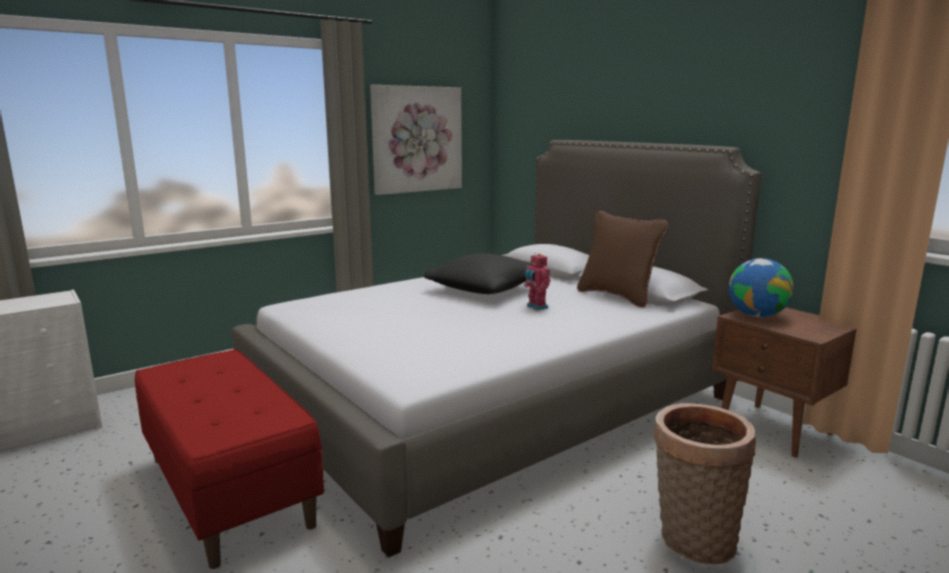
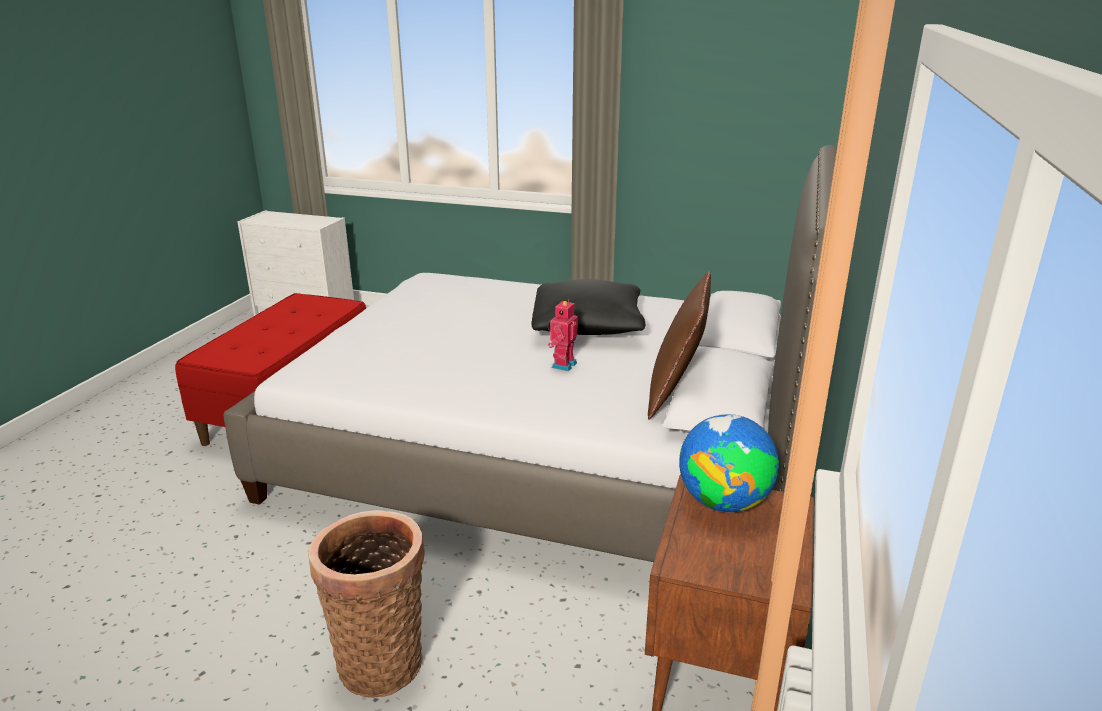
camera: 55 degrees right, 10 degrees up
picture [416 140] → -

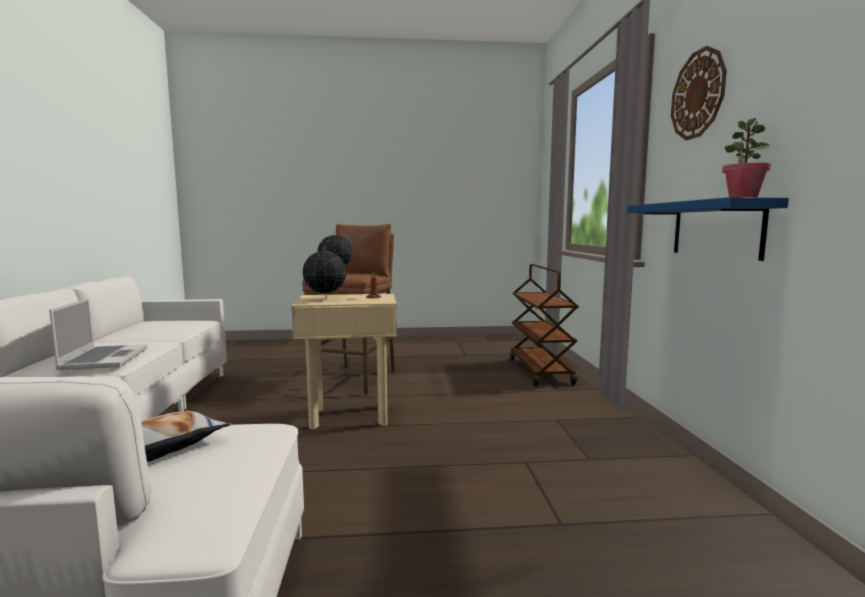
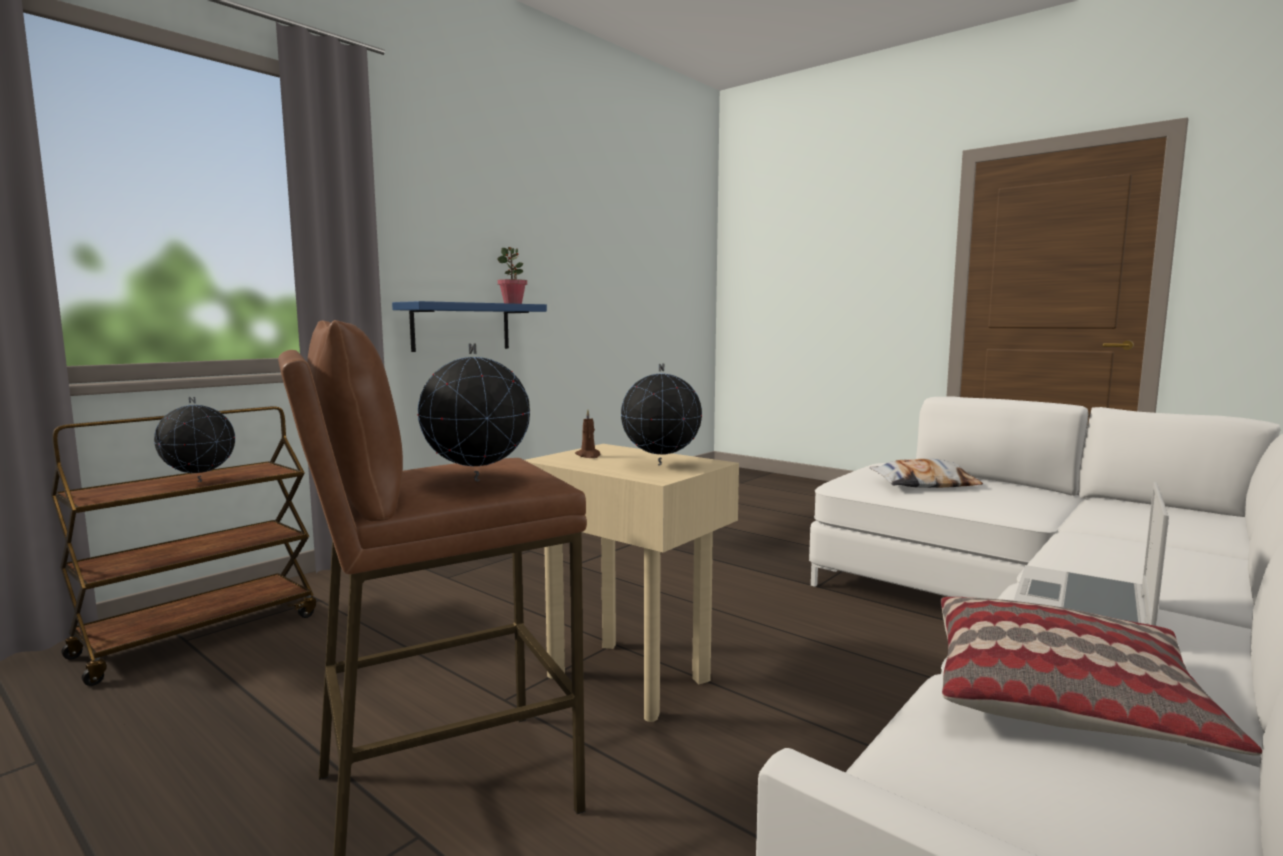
camera: 135 degrees left, 0 degrees up
wall_clock [699 93] → -
- → globe [194 439]
- → pillow [1101 676]

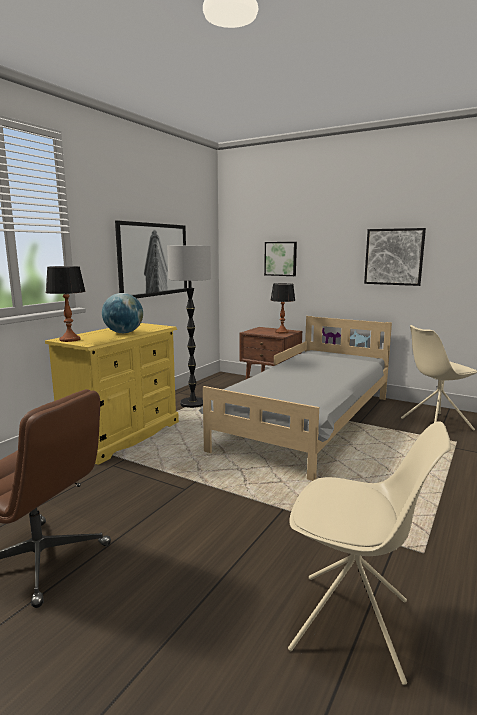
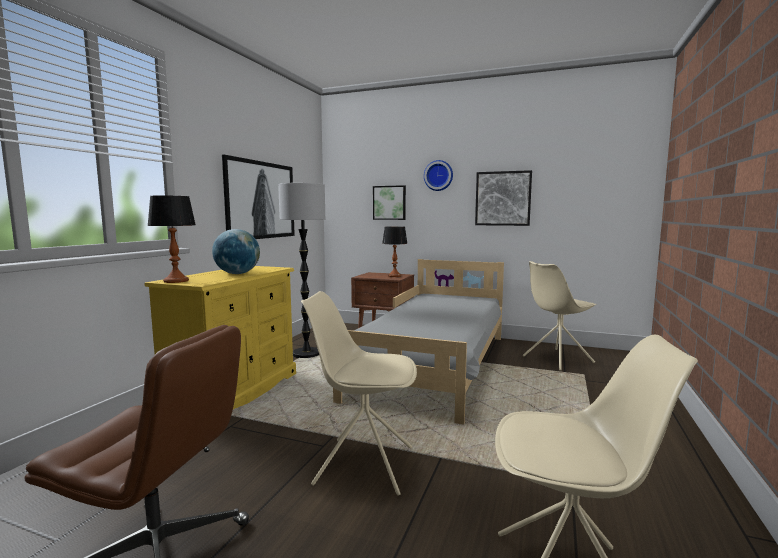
camera: 10 degrees left, 5 degrees down
- → beige_chair [359 393]
- → wall_clock [438 175]

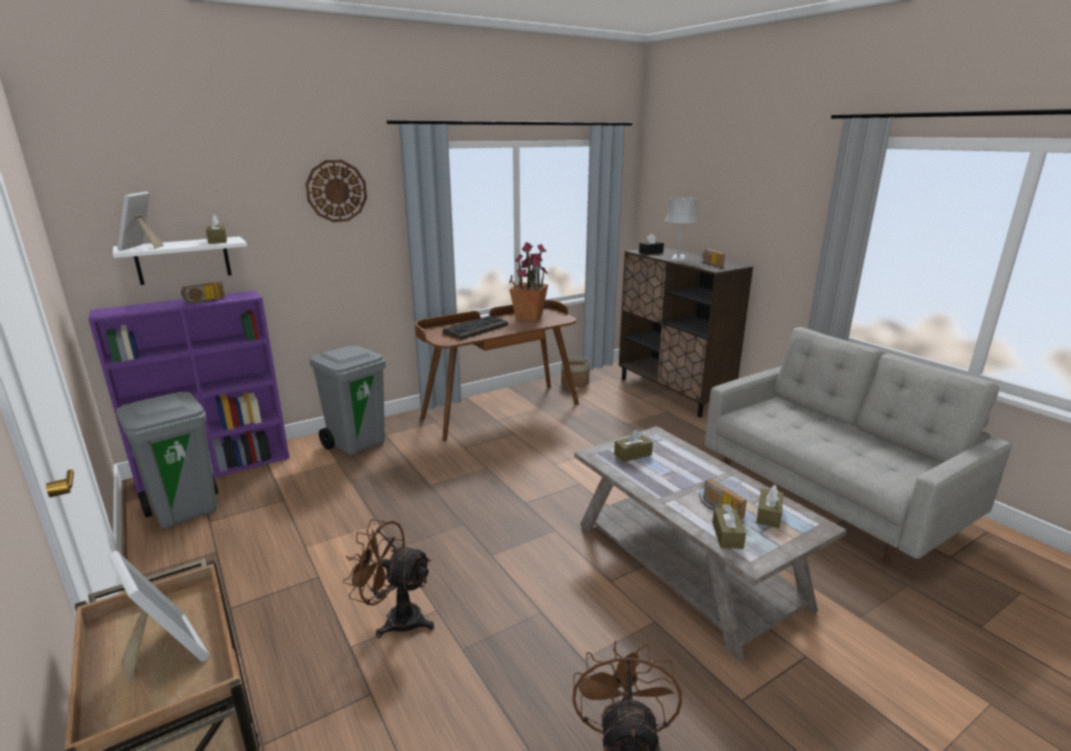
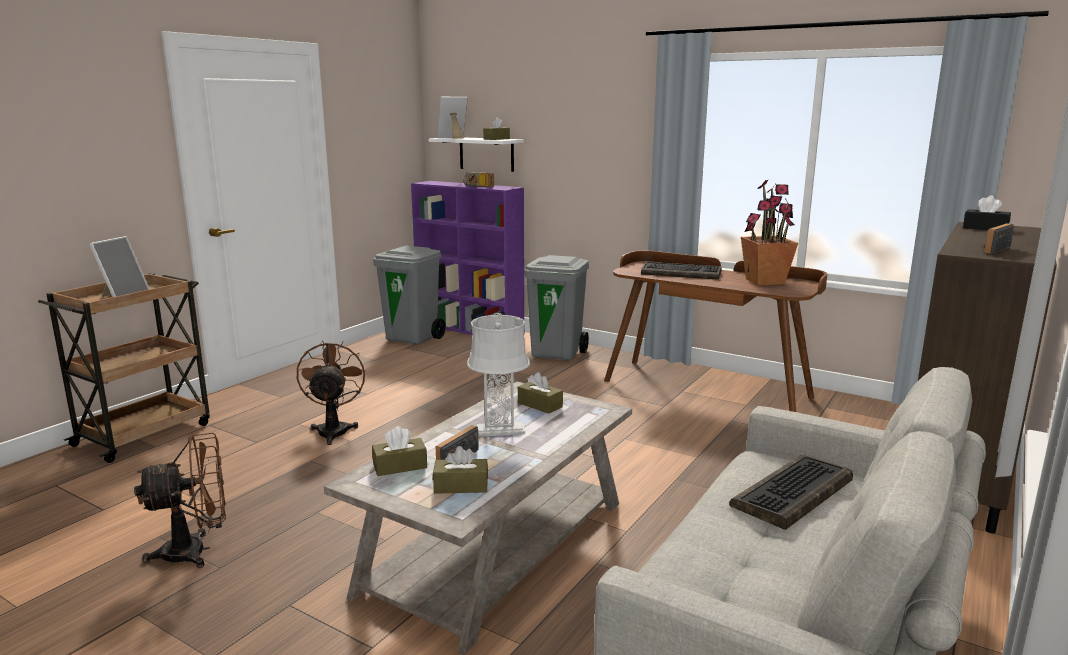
camera: 65 degrees right, 5 degrees down
wall_clock [336 191] → -
planter [575 372] → -
- → keyboard [791 492]
grey_table_lamp [682 229] → grey_table_lamp [498 375], relocated

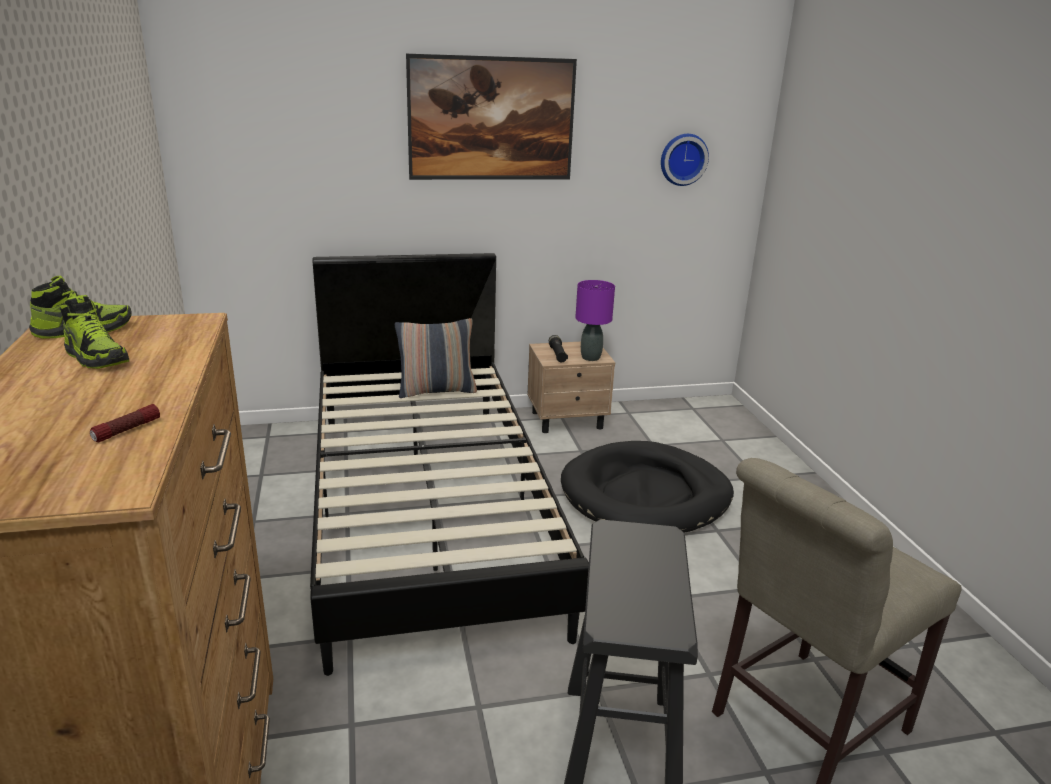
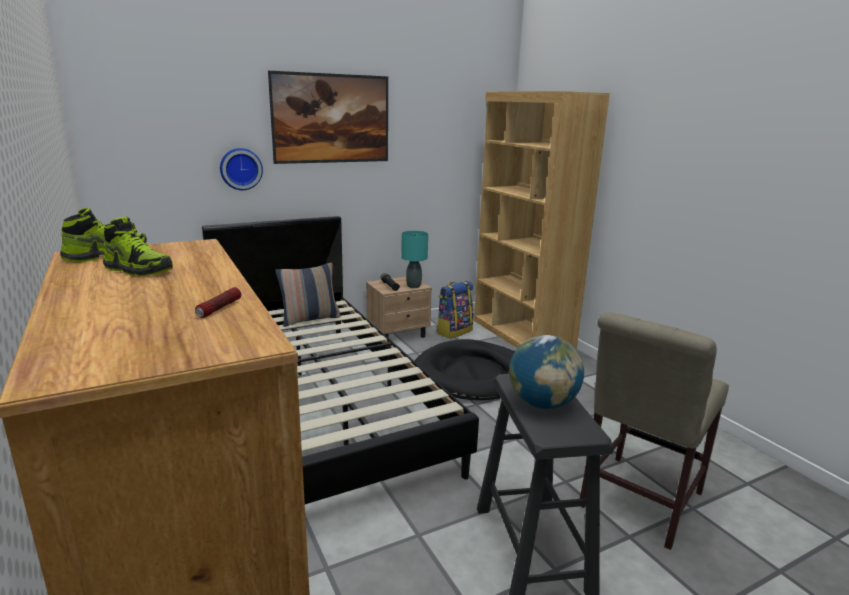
camera: 15 degrees left, 5 degrees down
- → backpack [455 310]
- → brown_bookcase [542 220]
- → globe [546 372]
wall_clock [685 160] → wall_clock [241 169], relocated
purple_table_lamp [595 320] → turquoise_table_lamp [414 259]

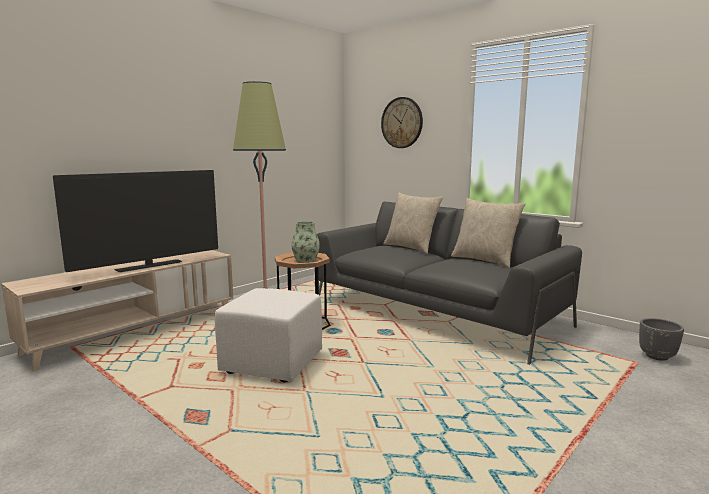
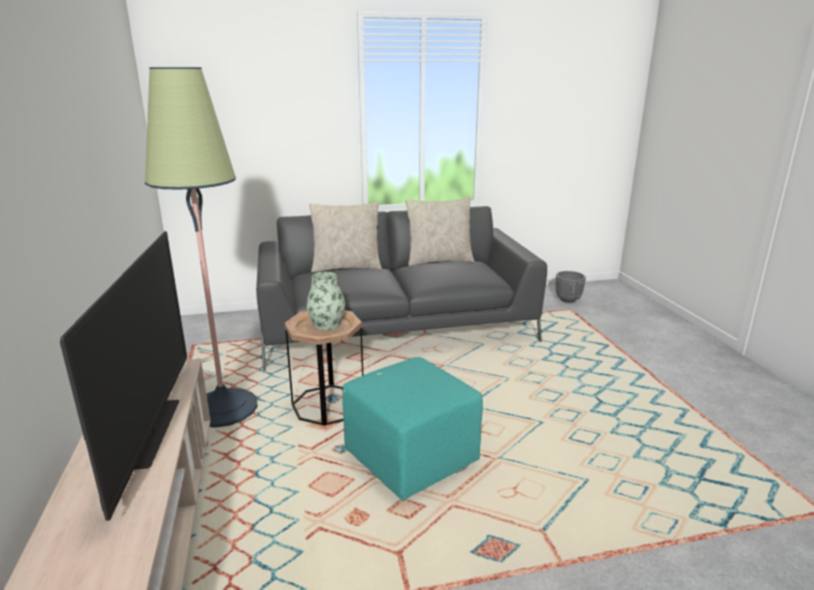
camera: 55 degrees left, 10 degrees up
wall_clock [402 122] → -
white_ottoman [268 335] → turquoise_ottoman [412 429]

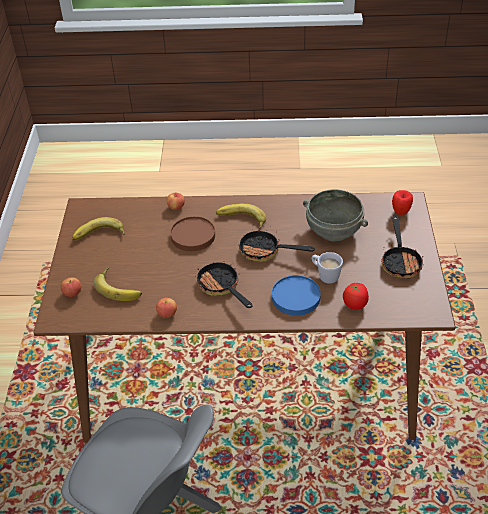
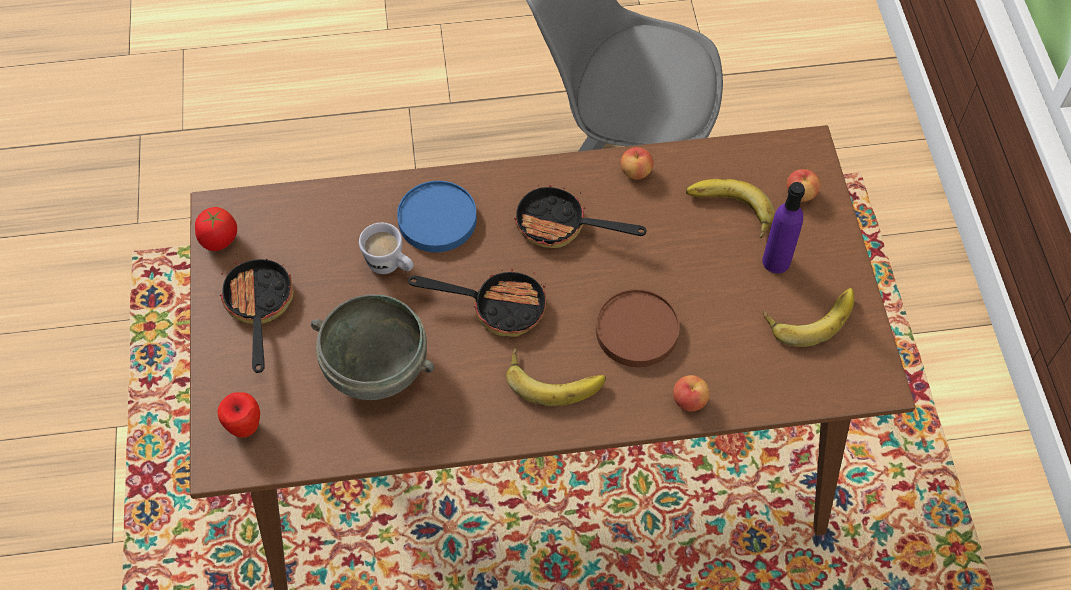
camera: 170 degrees right, 15 degrees up
- → purple_bottle [783 227]
tomato [356 296] → tomato [216 229], relocated
frying_pan [224 284] → frying_pan [580 216], 150 degrees clockwise

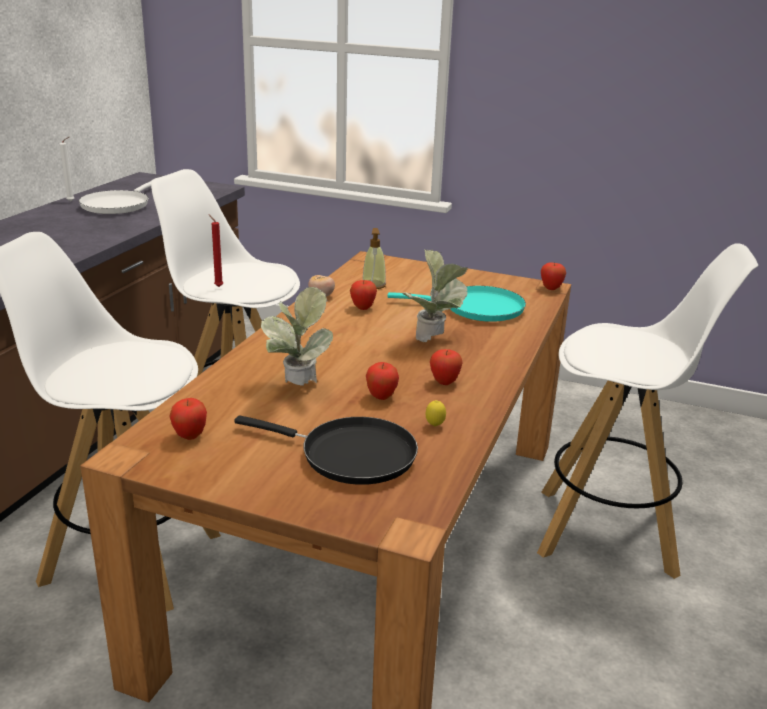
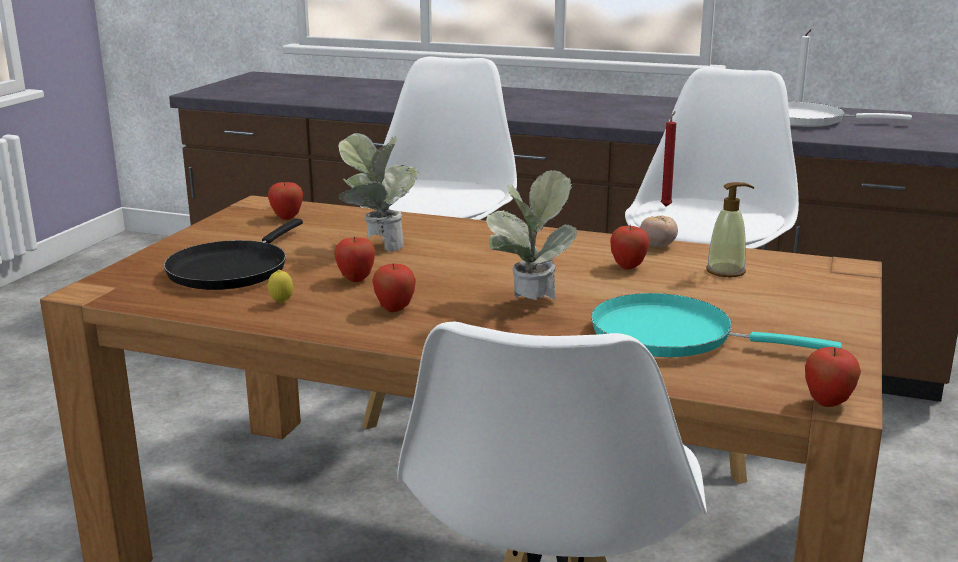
camera: 90 degrees right, 5 degrees down
turquoise_frying_pan [456 304] → turquoise_frying_pan [716 325], 105 degrees clockwise

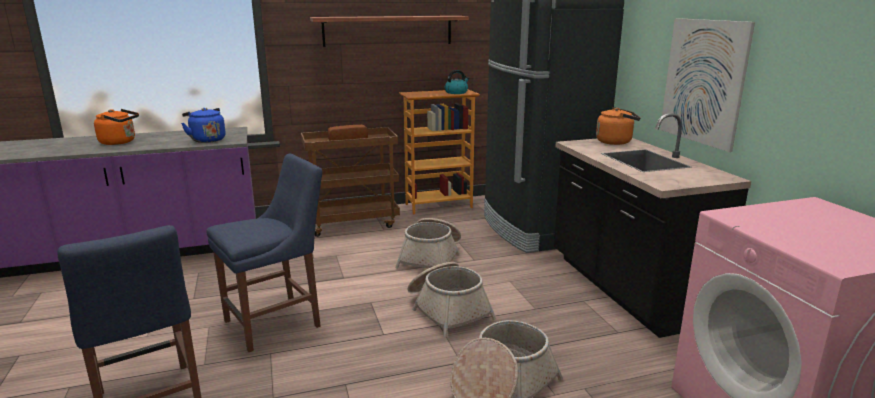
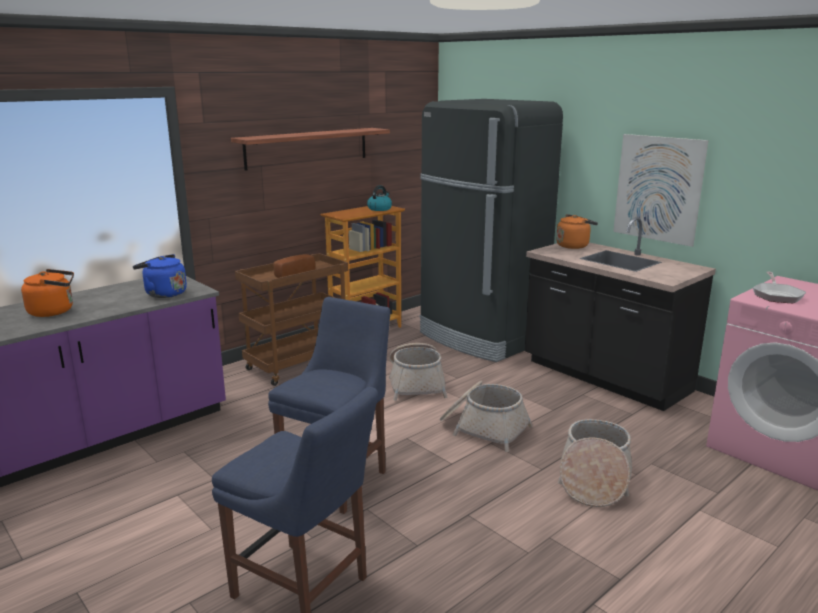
camera: 25 degrees left, 0 degrees up
- → frying_pan [779 287]

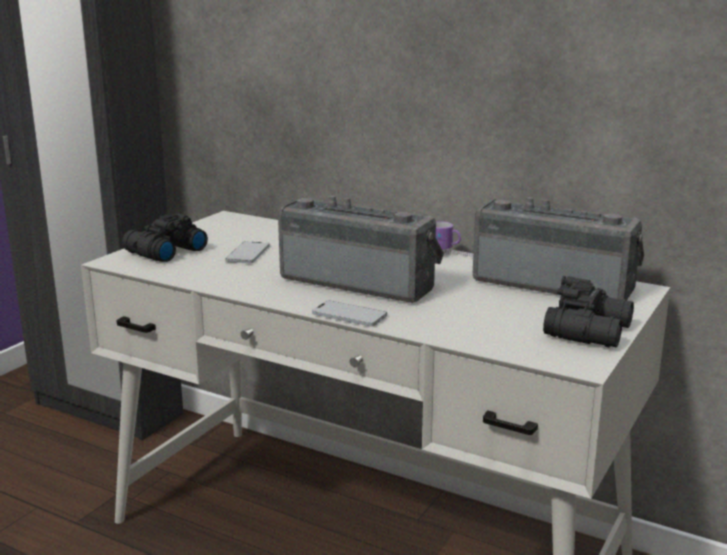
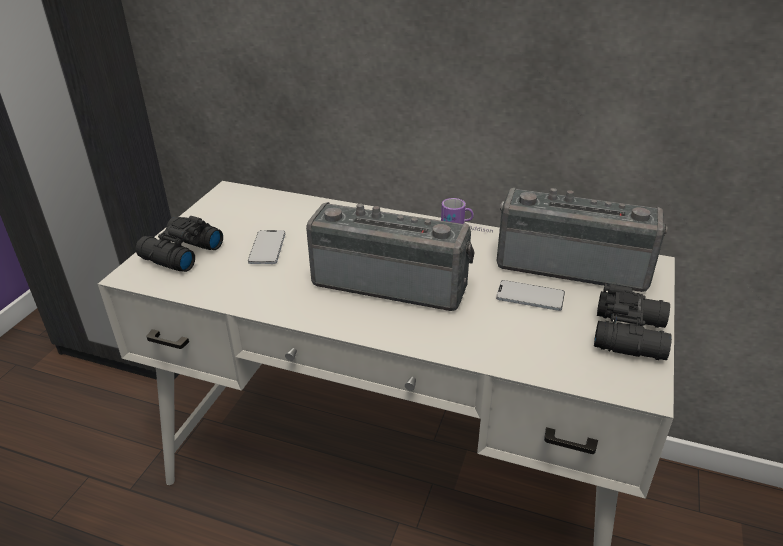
camera: 10 degrees left, 15 degrees up
phone [349 313] → phone [530 295], relocated

